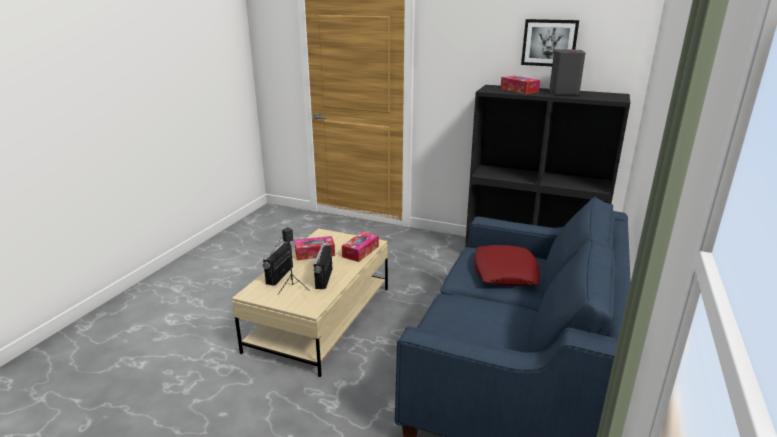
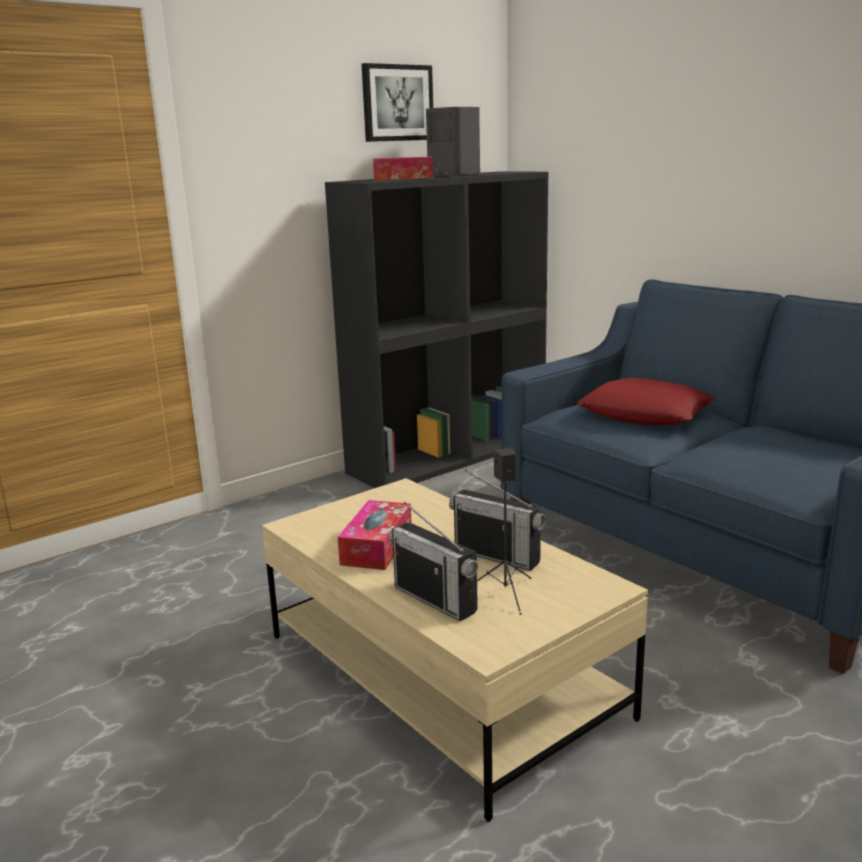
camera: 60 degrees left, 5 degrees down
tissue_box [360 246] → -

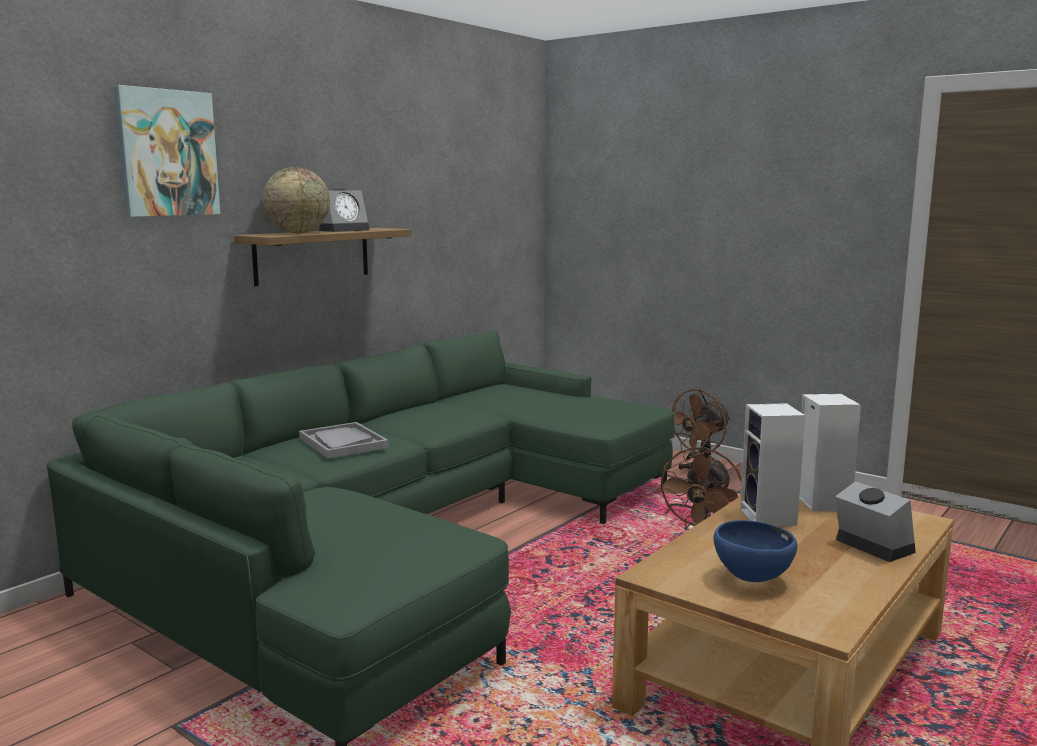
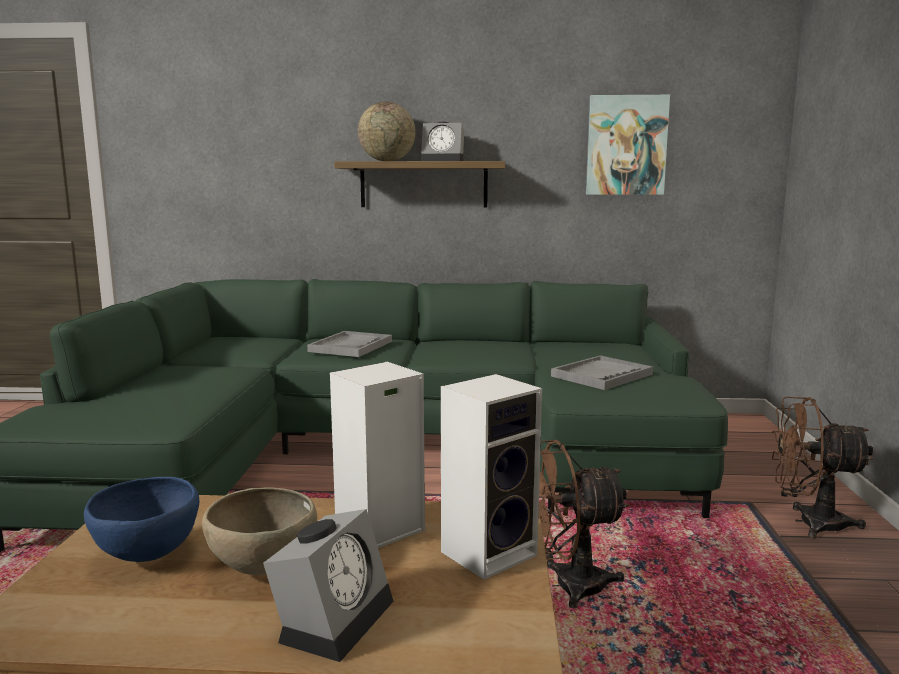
camera: 55 degrees right, 0 degrees up
- → brown_bowl [259 531]
- → grey_tray [602 372]
picture [167 151] → picture [628 145], relocated

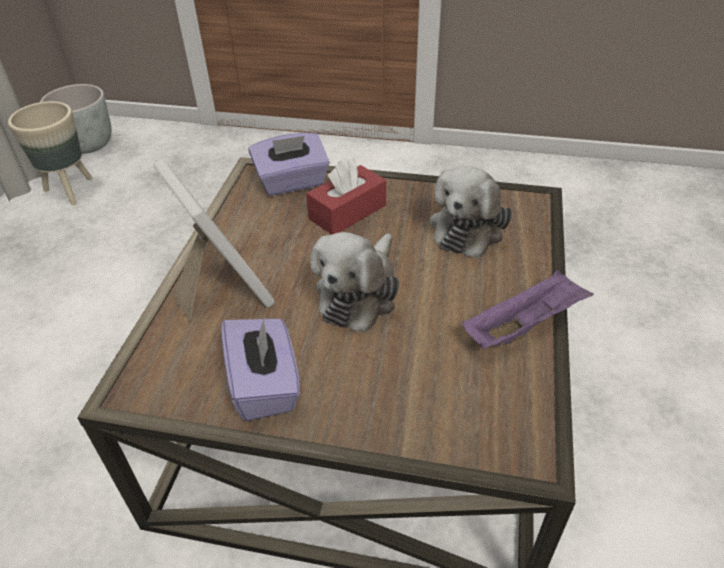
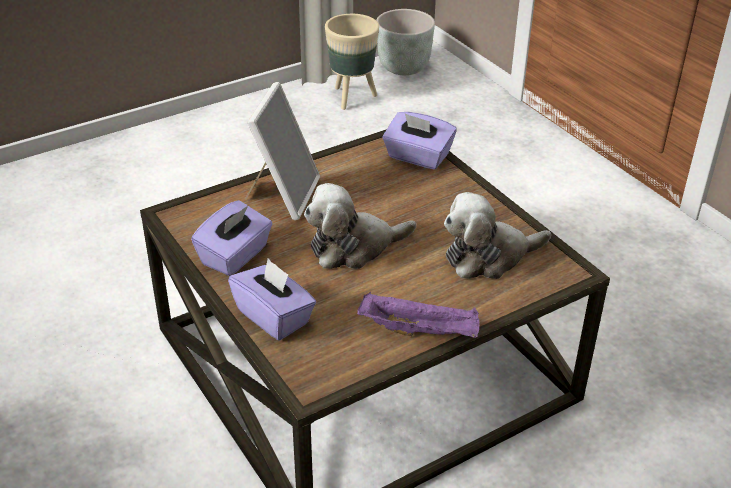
camera: 45 degrees right, 5 degrees down
red_tissue_box [346 196] → -
- → purple_tissue_box [272 299]

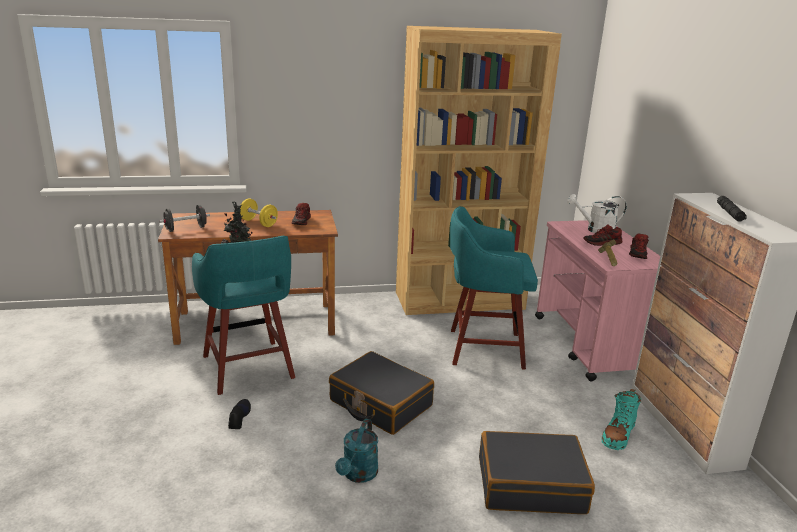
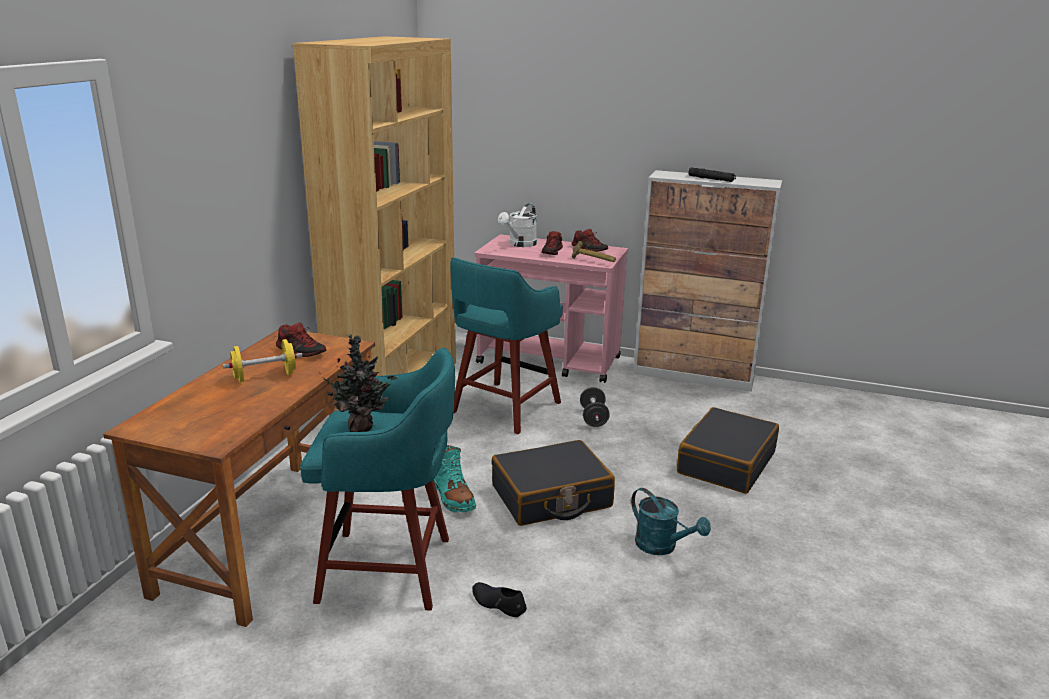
camera: 60 degrees left, 0 degrees up
black_dumbbell [184 218] → black_dumbbell [595 407], relocated
turquoise_boot [621 419] → turquoise_boot [455 479], relocated

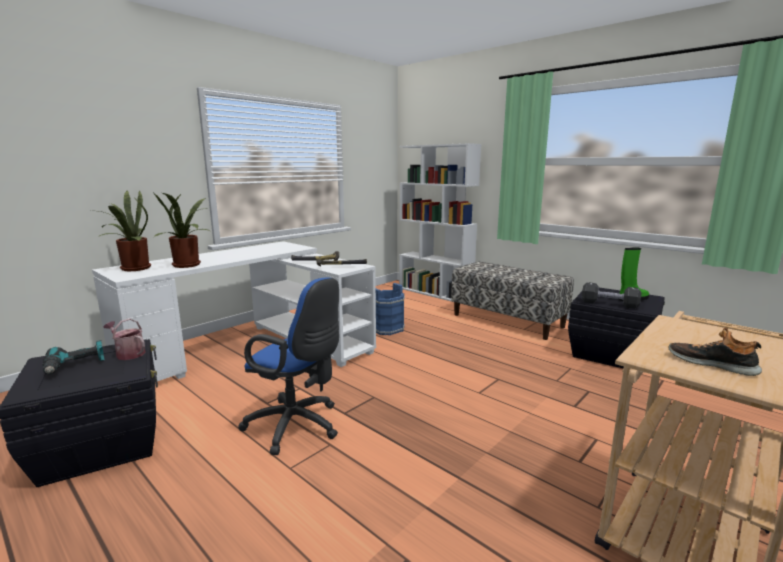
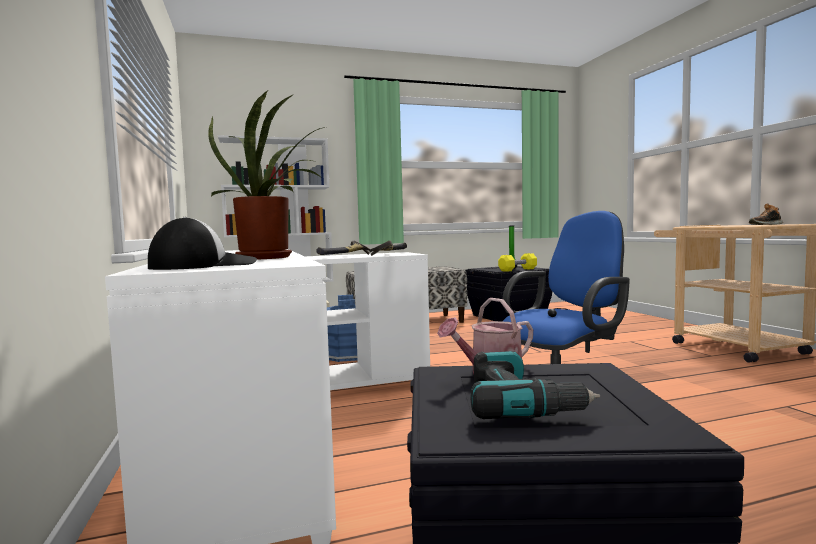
camera: 60 degrees left, 10 degrees down
potted_plant [124 230] → cap [202 243]
black_dumbbell [611 295] → yellow_dumbbell [517 262]

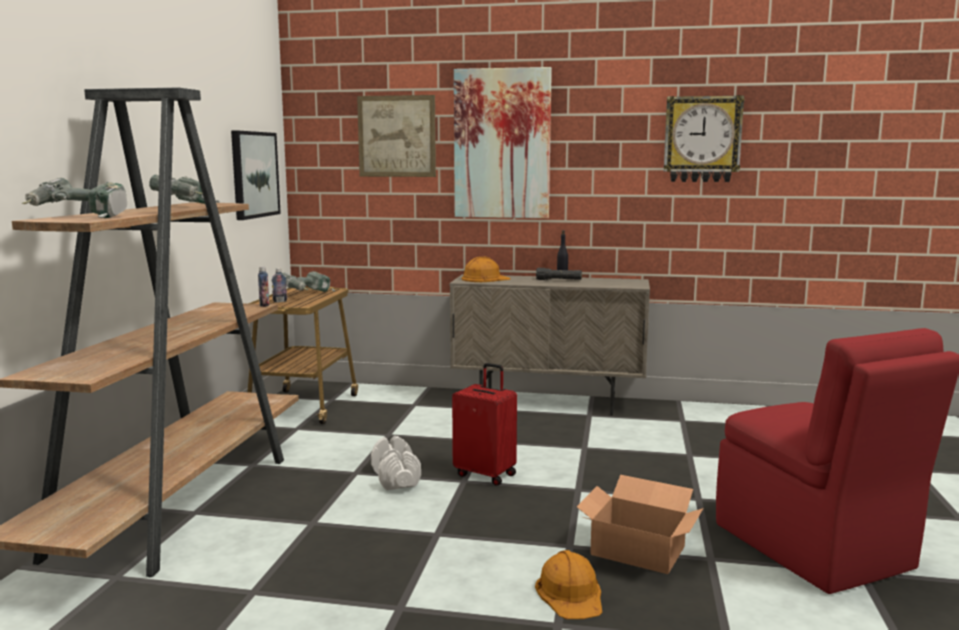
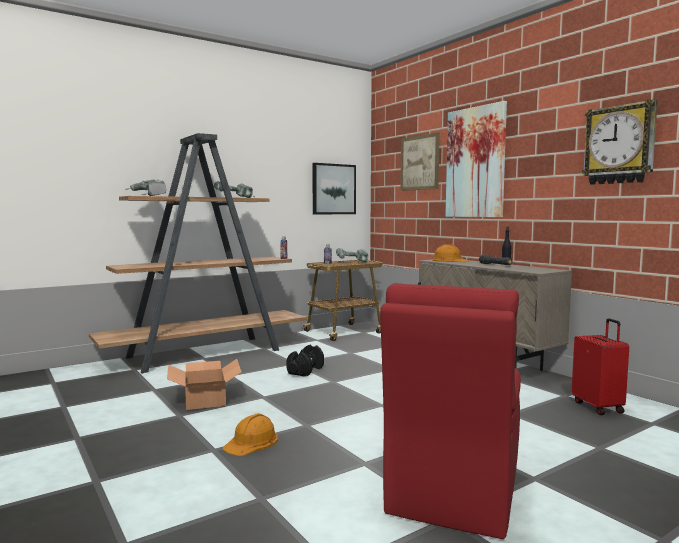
camera: 45 degrees right, 5 degrees down
red_suitcase [484 424] → red_suitcase [600 366], relocated
cardboard_box [640 524] → cardboard_box [204 384], relocated
white_dumbbell [396 463] → black_dumbbell [305 360]

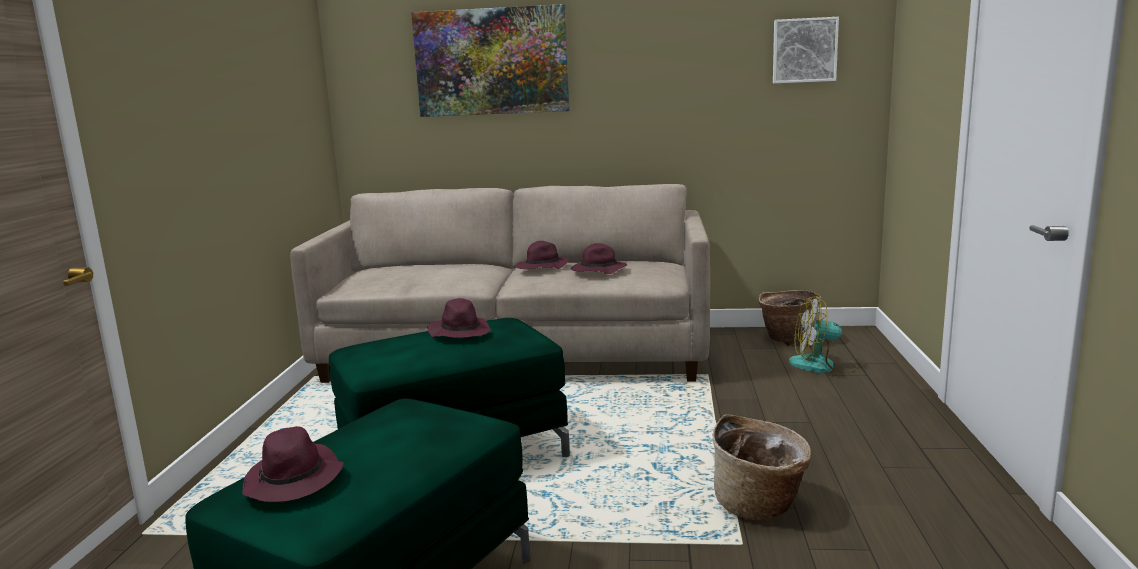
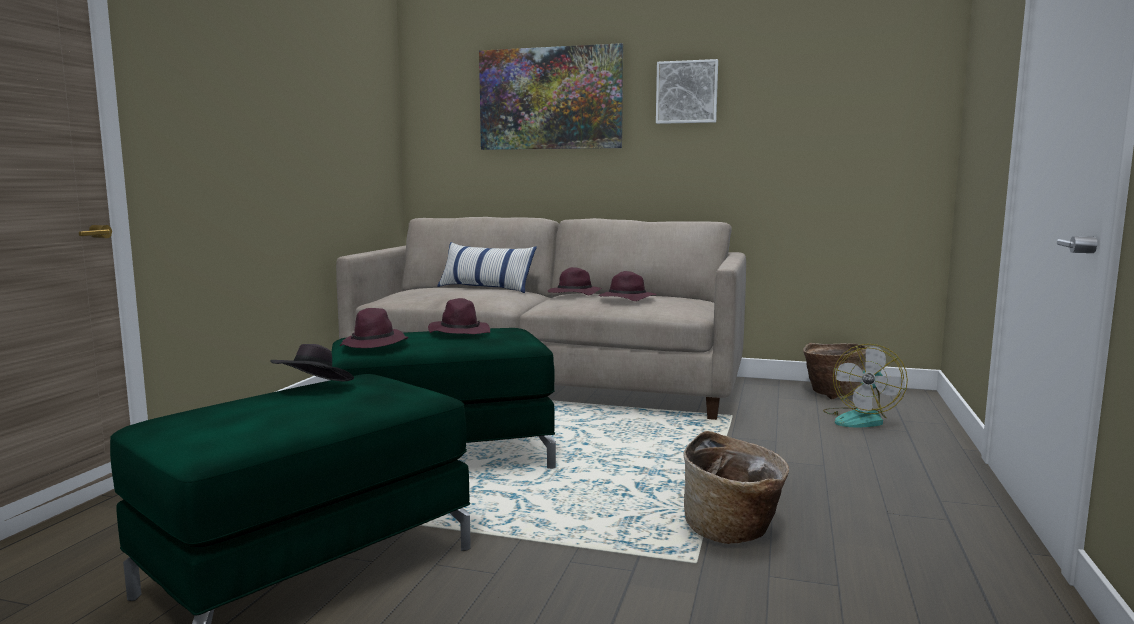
camera: 10 degrees right, 5 degrees down
- → black_hat [312 362]
- → pillow [487 267]
purple_hat [293 464] → purple_hat [374 328], relocated
picture [806 50] → picture [687 91], relocated
fan [823 334] → fan [865 385], 75 degrees counterclockwise

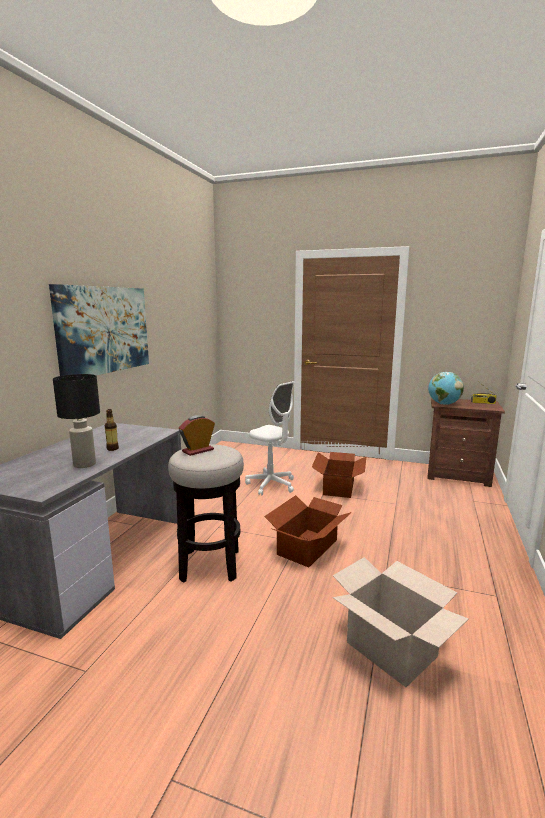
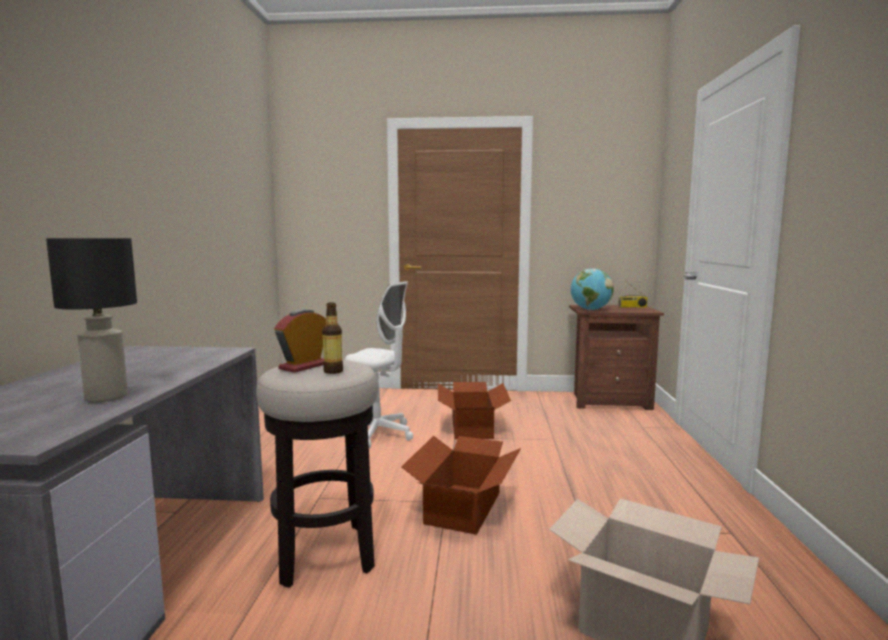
camera: 15 degrees left, 5 degrees down
picture [99 330] → -
bottle [112 430] → bottle [332 338], relocated

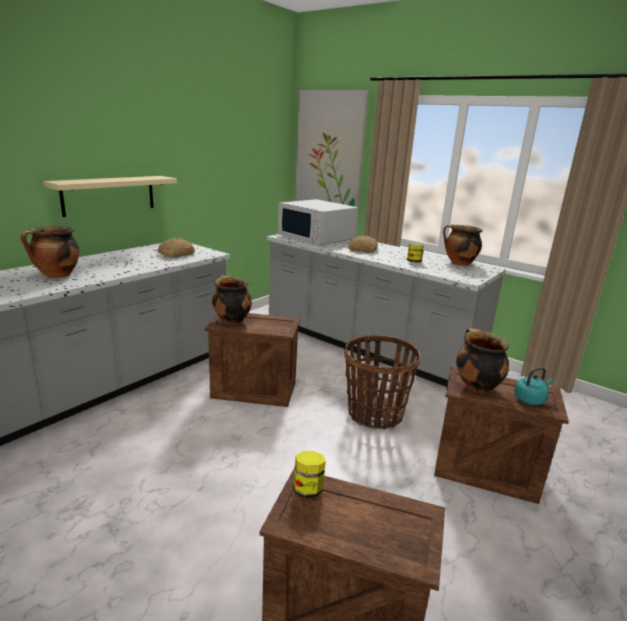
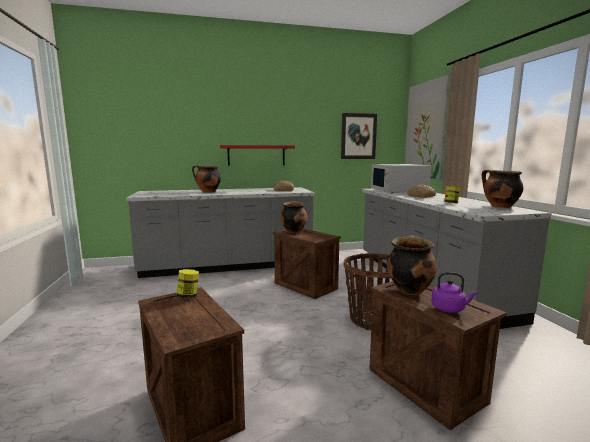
camera: 40 degrees right, 10 degrees down
- → picture [359 136]
beige_shelf [110 196] → red_shelf [257 155]
turquoise_kettle [533 386] → purple_kettle [454 292]

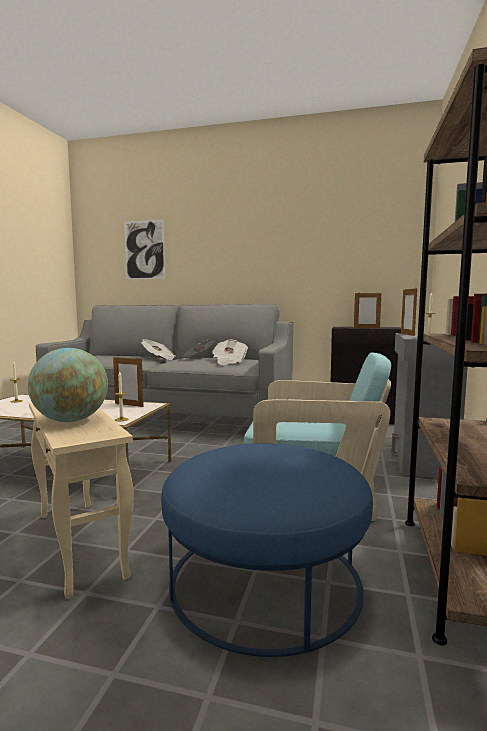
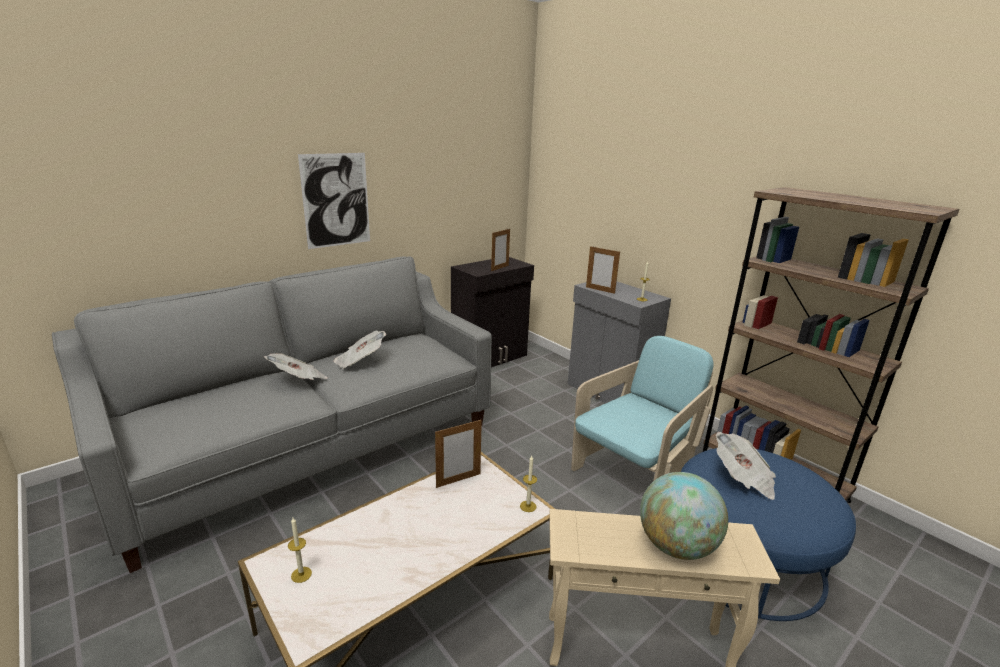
camera: 55 degrees left, 15 degrees up
picture [144 249] → picture [334 201], relocated
newspaper [230 352] → newspaper [746 466], relocated

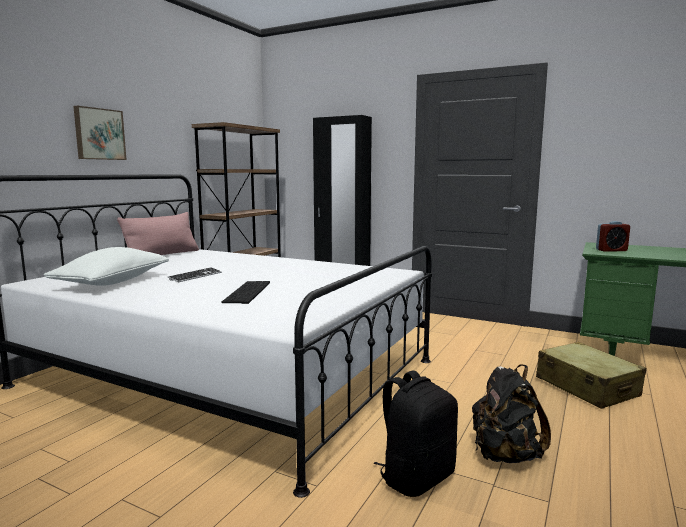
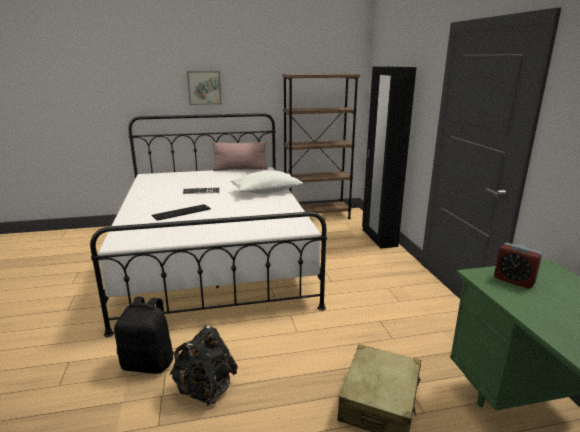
camera: 50 degrees right, 10 degrees up
white_pillow [106 266] → white_pillow [267 182], relocated

